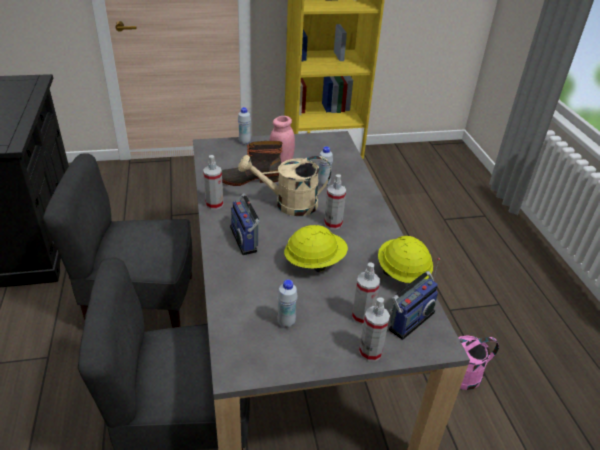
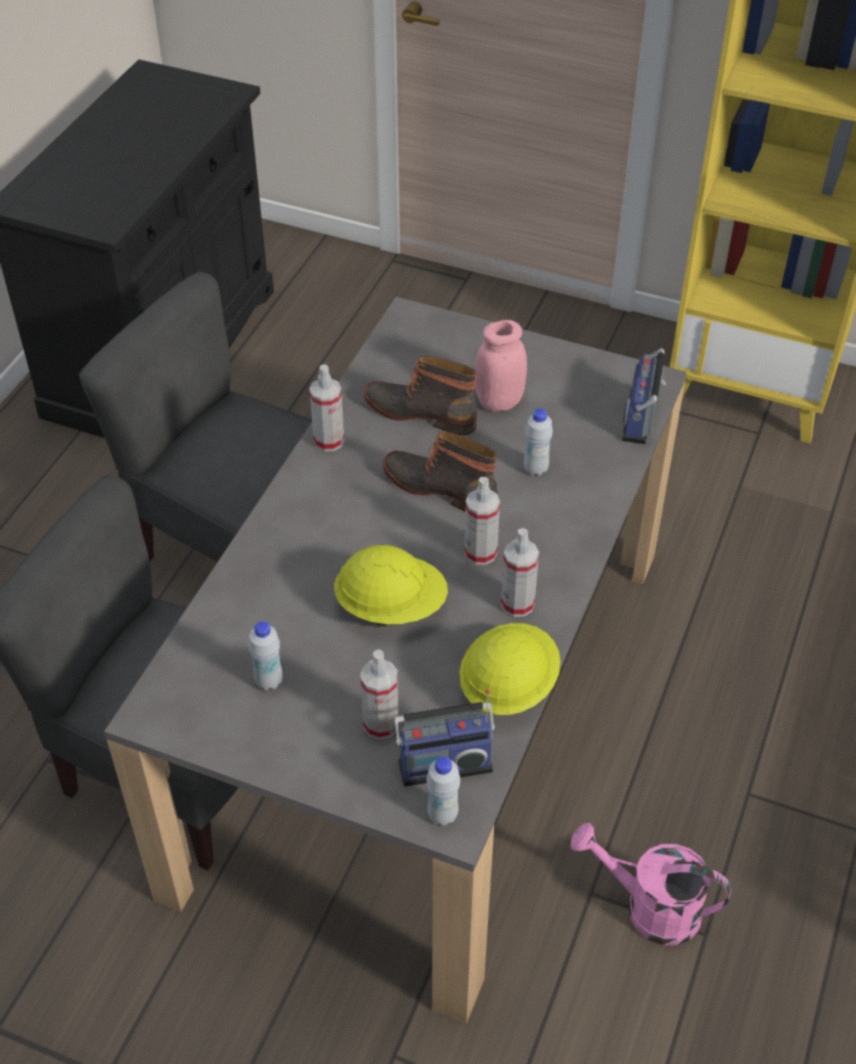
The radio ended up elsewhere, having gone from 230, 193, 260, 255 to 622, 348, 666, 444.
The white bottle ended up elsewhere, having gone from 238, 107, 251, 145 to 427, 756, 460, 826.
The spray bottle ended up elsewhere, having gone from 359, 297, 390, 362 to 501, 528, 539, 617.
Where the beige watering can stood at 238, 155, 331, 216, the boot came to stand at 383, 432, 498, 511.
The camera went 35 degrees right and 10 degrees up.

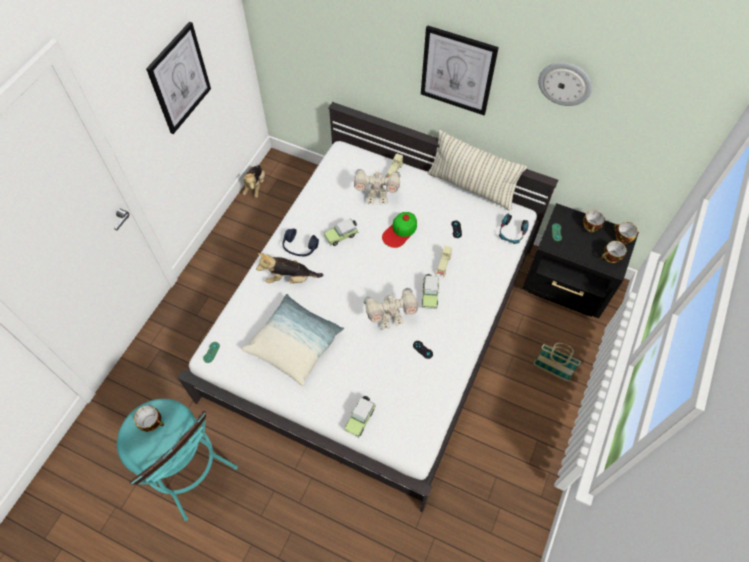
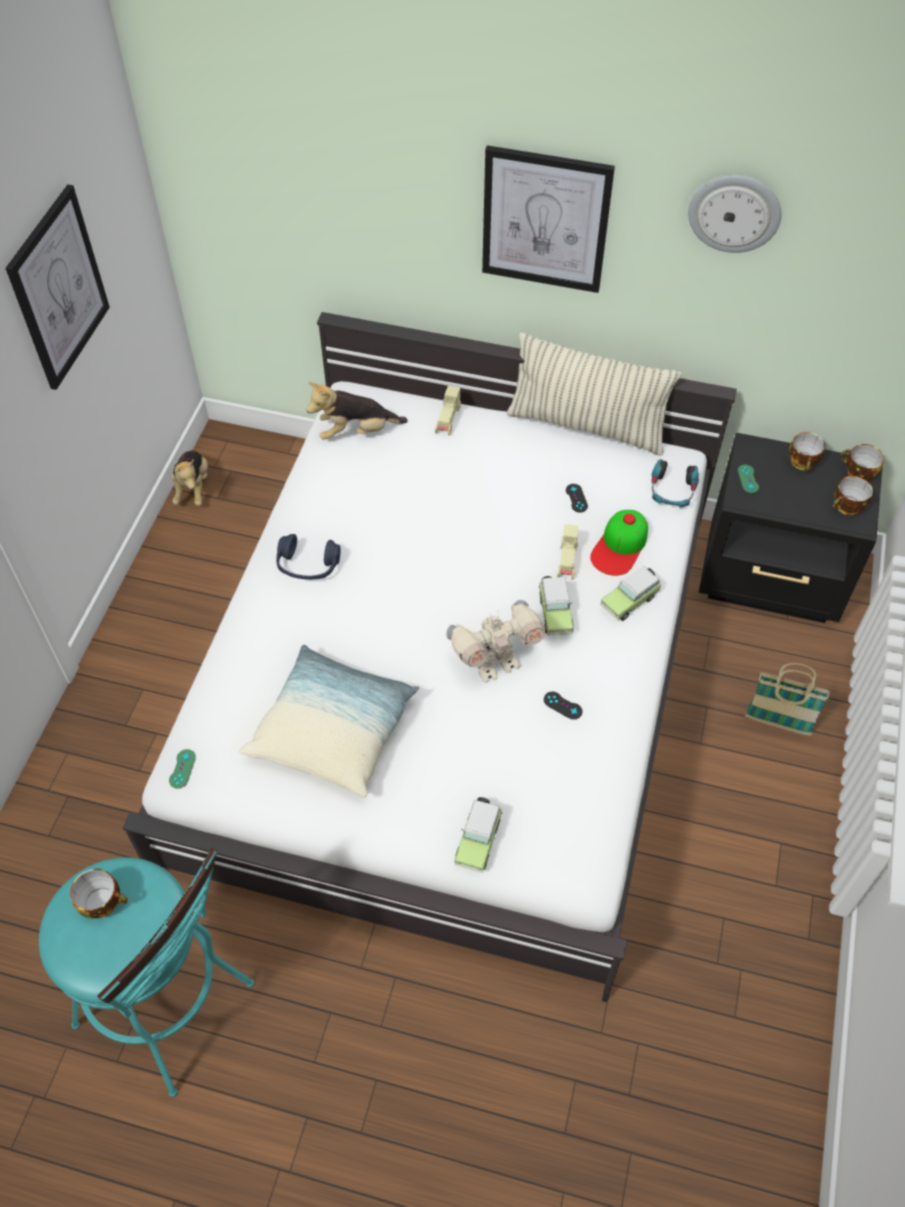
The second view lost the toy robot at 354, 168, 400, 204.
The plush toy ended up elsewhere, having gone from 256, 253, 323, 284 to 306, 382, 408, 440.
The toy car ended up elsewhere, having gone from 324, 218, 358, 246 to 600, 566, 661, 621.
The cap ended up elsewhere, having gone from 382, 212, 417, 248 to 590, 510, 648, 576.
The camera went 10 degrees left and 5 degrees down.

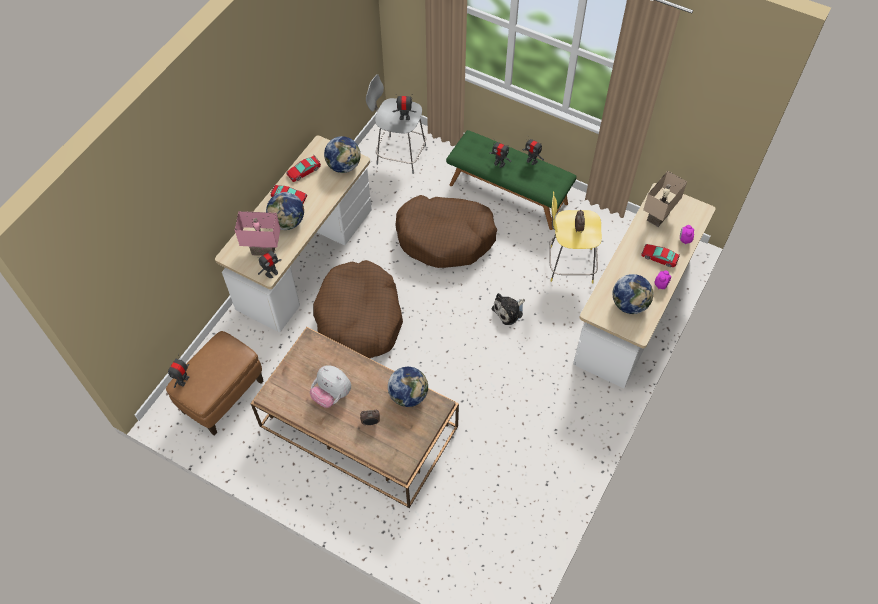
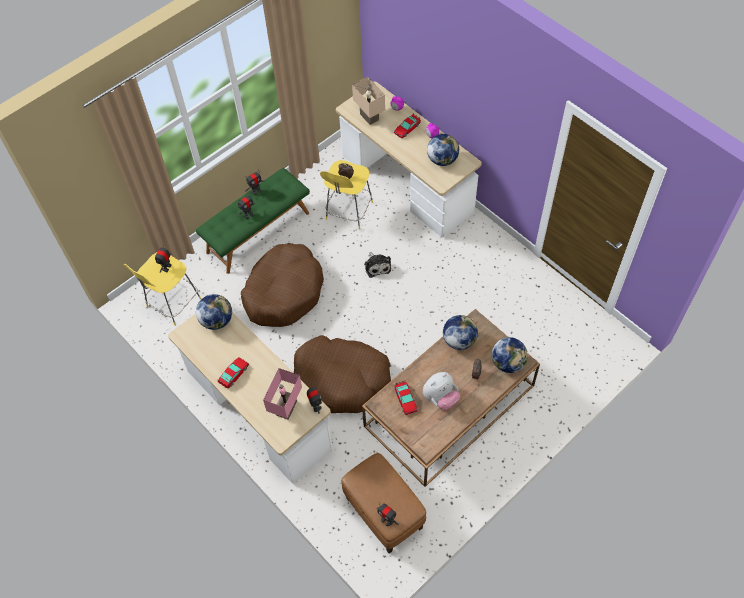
The globe ended up elsewhere, having gone from 266, 192, 304, 230 to 492, 337, 528, 373.
The toy car ended up elsewhere, having gone from 286, 156, 321, 182 to 395, 381, 417, 415.
What was the grey stool at 366, 74, 426, 174 turned into the yellow stool at 123, 252, 201, 326.
The camera went 70 degrees left and 0 degrees up.

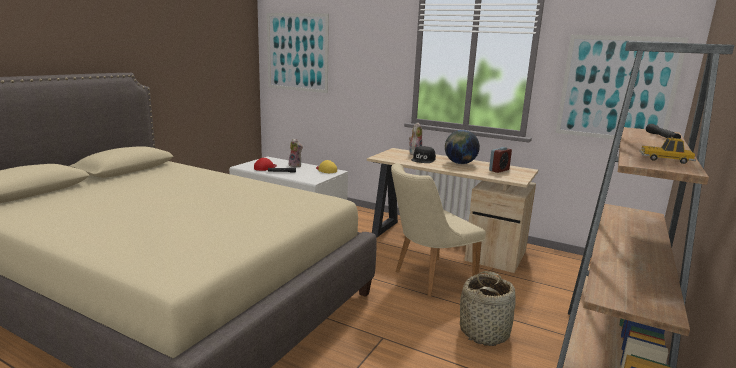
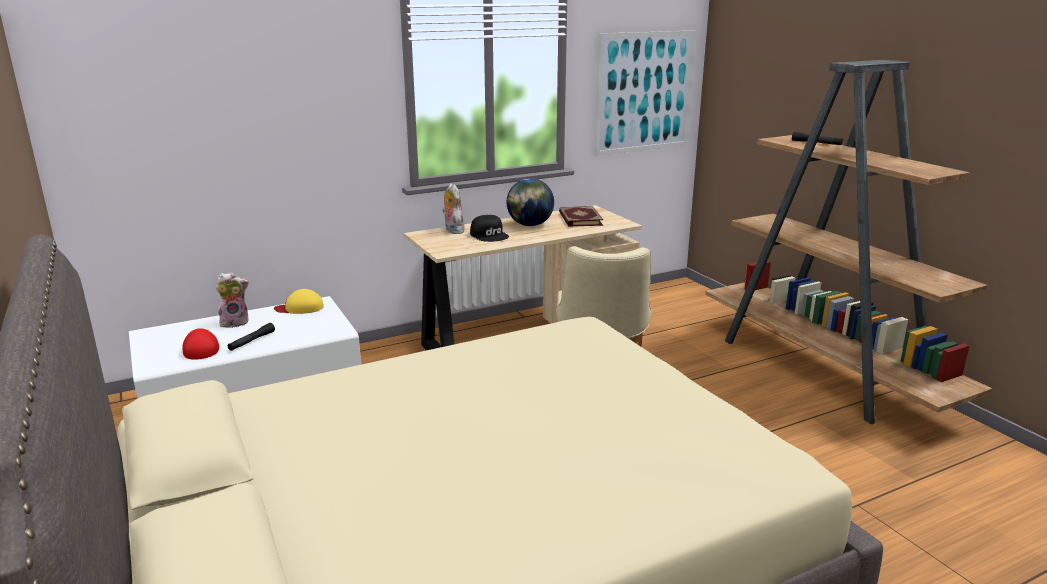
The second view lost the picture at 267, 13, 329, 93.
The second view lost the basket at 460, 271, 515, 346.
The second view lost the toy car at 639, 137, 696, 164.
Where the alarm clock stood at 489, 147, 512, 173, the book came to stand at 559, 206, 603, 227.
The camera went 55 degrees left and 5 degrees up.

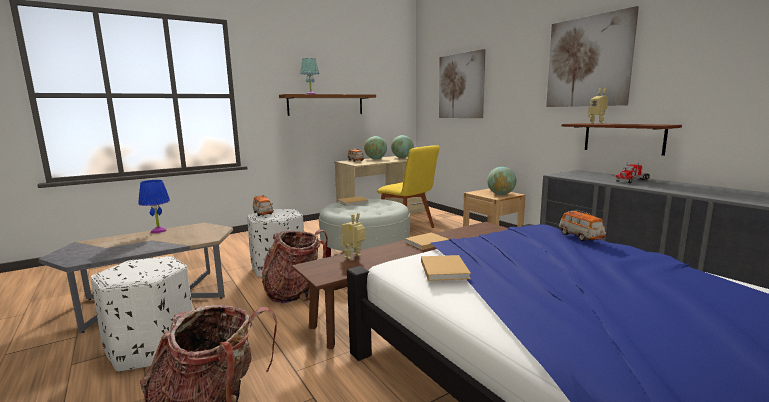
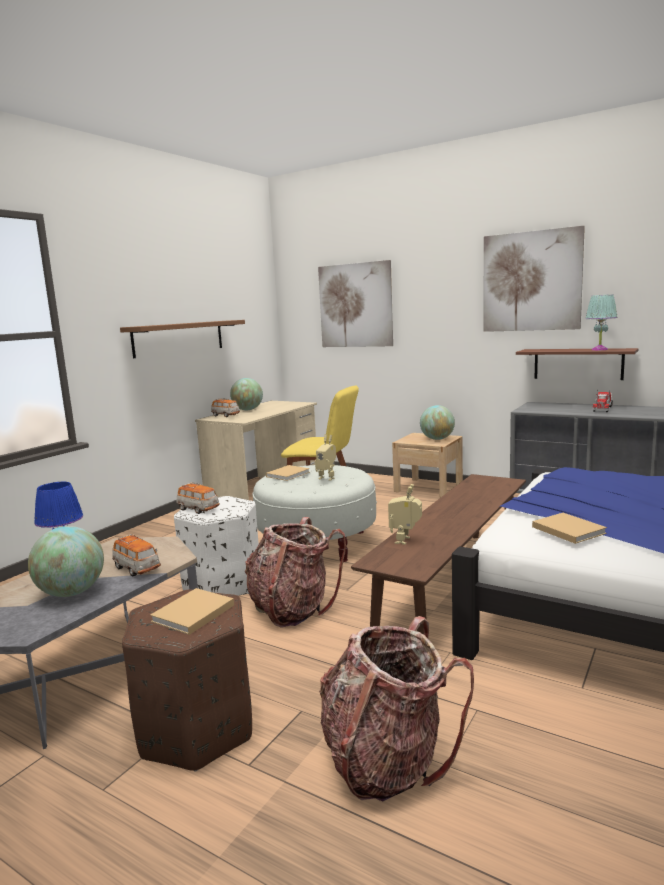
The turquoise table lamp ended up elsewhere, having gone from 300, 58, 319, 94 to 585, 294, 618, 350.
The globe ended up elsewhere, having gone from 391, 135, 414, 158 to 28, 526, 104, 597.
The beige book ended up elsewhere, having gone from 405, 233, 449, 250 to 150, 588, 234, 635.
The toy car ended up elsewhere, having gone from 559, 210, 606, 241 to 112, 534, 161, 576.
The toy robot ended up elsewhere, having gone from 588, 88, 608, 124 to 315, 434, 336, 481.
What was the white ottoman at 90, 256, 193, 372 turned into the brown ottoman at 122, 590, 252, 772.
The camera went 25 degrees left and 0 degrees up.

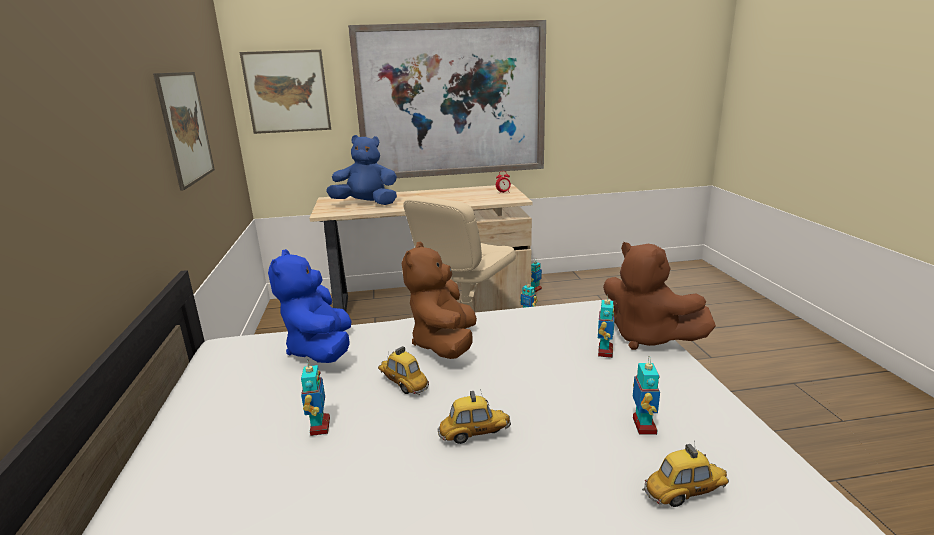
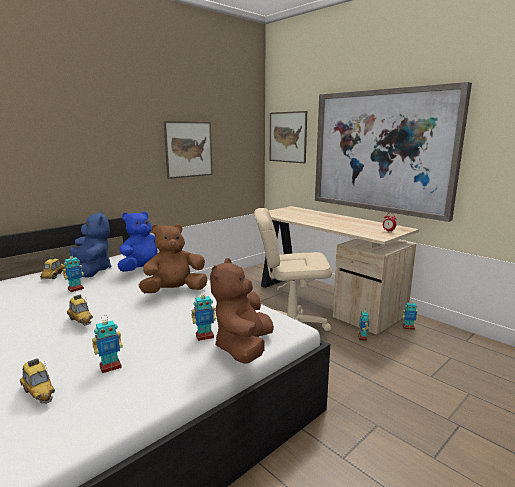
The blue plush toy ended up elsewhere, having gone from 326, 135, 397, 205 to 70, 211, 111, 278.
The toy car ended up elsewhere, having gone from 378, 346, 429, 396 to 40, 256, 65, 280.
The camera went 55 degrees right and 5 degrees down.

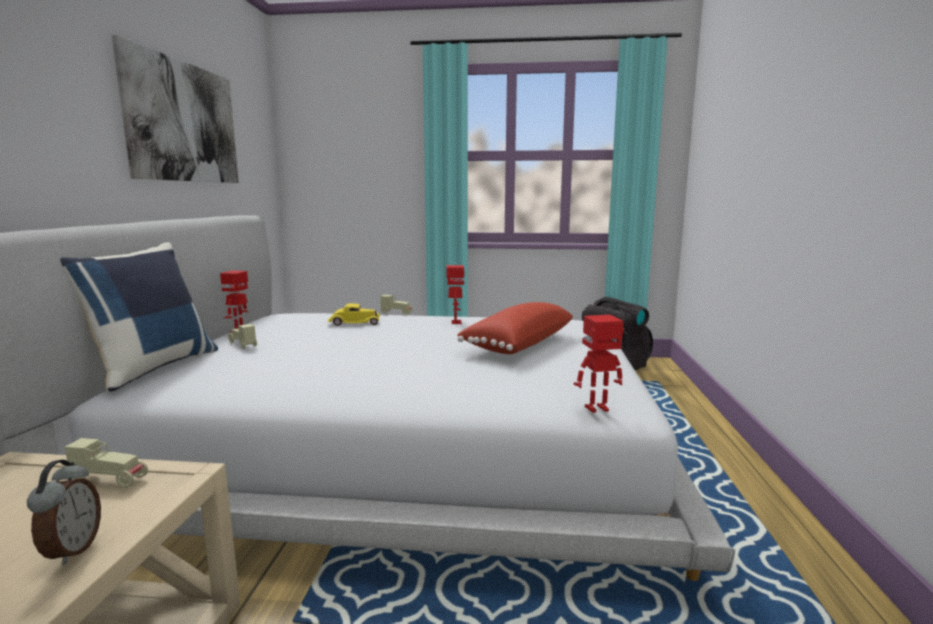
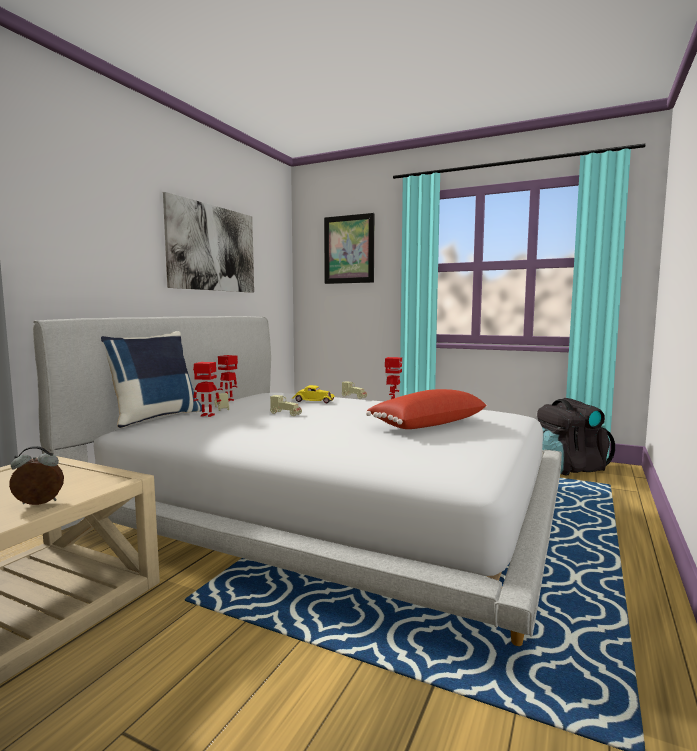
The second view gained the picture at 324, 213, 374, 284.
The beige toy car ended up elsewhere, having gone from 65, 438, 148, 488 to 270, 395, 302, 416.
The toy robot ended up elsewhere, having gone from 574, 315, 624, 413 to 193, 362, 221, 417.
The alarm clock at 27, 460, 101, 566 ended up facing another way, 120 degrees counterclockwise from before.
The camera went 20 degrees right and 5 degrees down.

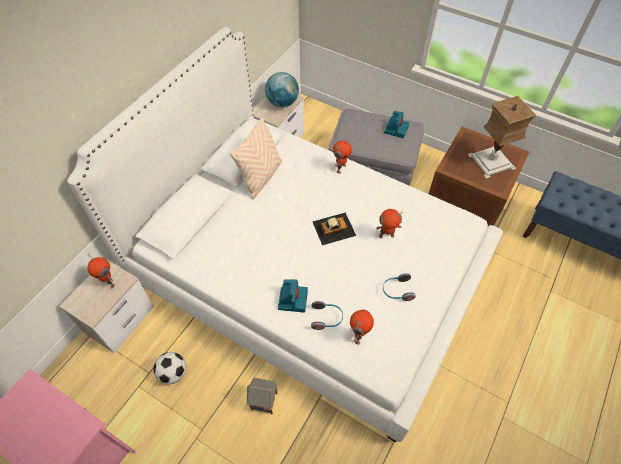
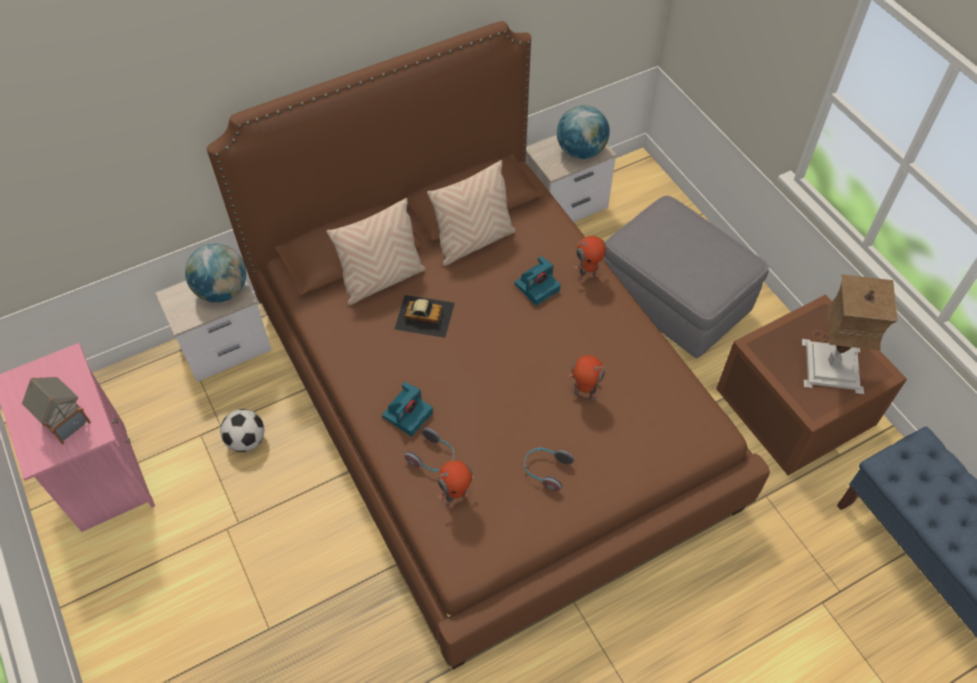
The second view gained the beige pillow at 326, 198, 426, 305.
The toy house ended up elsewhere, having gone from 246, 378, 278, 415 to 22, 377, 91, 445.
The toy car ended up elsewhere, having gone from 313, 213, 356, 245 to 394, 295, 455, 338.
The photo camera ended up elsewhere, having gone from 384, 111, 409, 138 to 514, 256, 561, 306.
Where the toy robot stood at 87, 254, 115, 289, the globe came to stand at 185, 244, 246, 303.
What was the white bed at 67, 27, 503, 442 turned into the brown bed at 207, 21, 770, 670.
The camera went 30 degrees right and 0 degrees up.

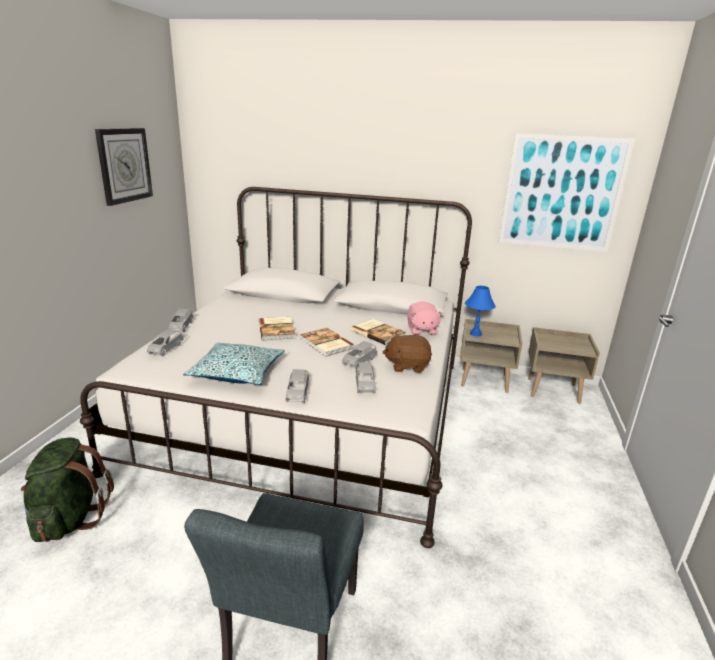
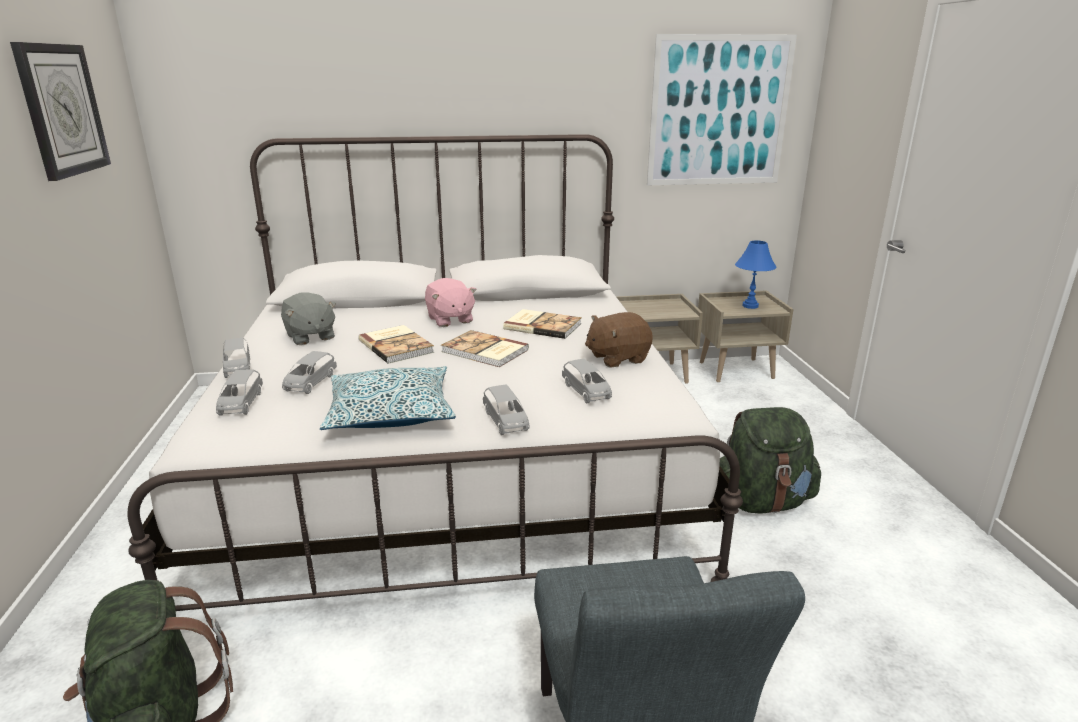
The second view gained the grey plush toy at 281, 292, 336, 345.
The second view gained the green backpack at 719, 407, 821, 514.
The grey toy car ended up elsewhere, having gone from 342, 341, 377, 369 to 282, 351, 337, 394.
The pink plush toy ended up elsewhere, having gone from 407, 301, 443, 335 to 425, 278, 477, 327.
The blue table lamp ended up elsewhere, having gone from 465, 286, 496, 336 to 735, 240, 777, 309.
The camera went 20 degrees left and 0 degrees up.

